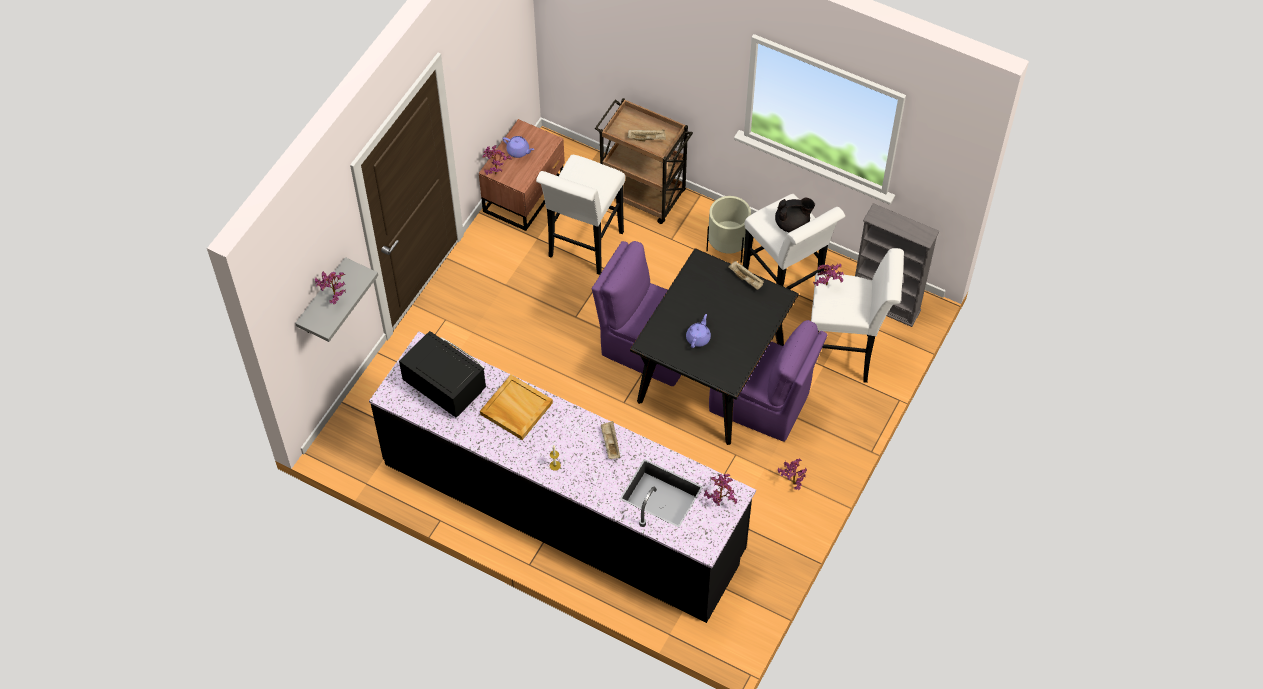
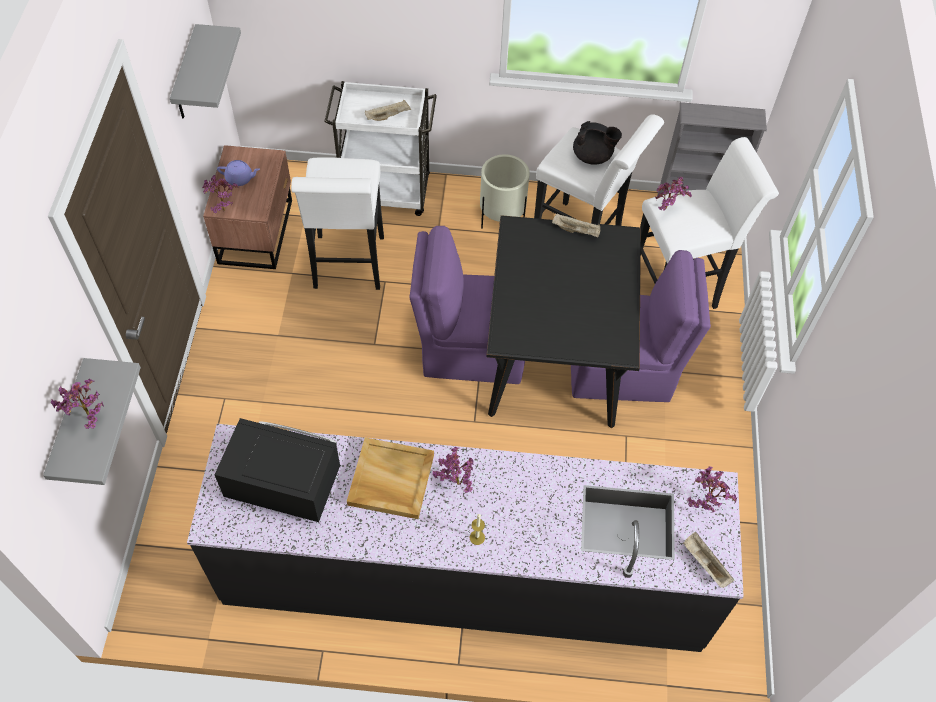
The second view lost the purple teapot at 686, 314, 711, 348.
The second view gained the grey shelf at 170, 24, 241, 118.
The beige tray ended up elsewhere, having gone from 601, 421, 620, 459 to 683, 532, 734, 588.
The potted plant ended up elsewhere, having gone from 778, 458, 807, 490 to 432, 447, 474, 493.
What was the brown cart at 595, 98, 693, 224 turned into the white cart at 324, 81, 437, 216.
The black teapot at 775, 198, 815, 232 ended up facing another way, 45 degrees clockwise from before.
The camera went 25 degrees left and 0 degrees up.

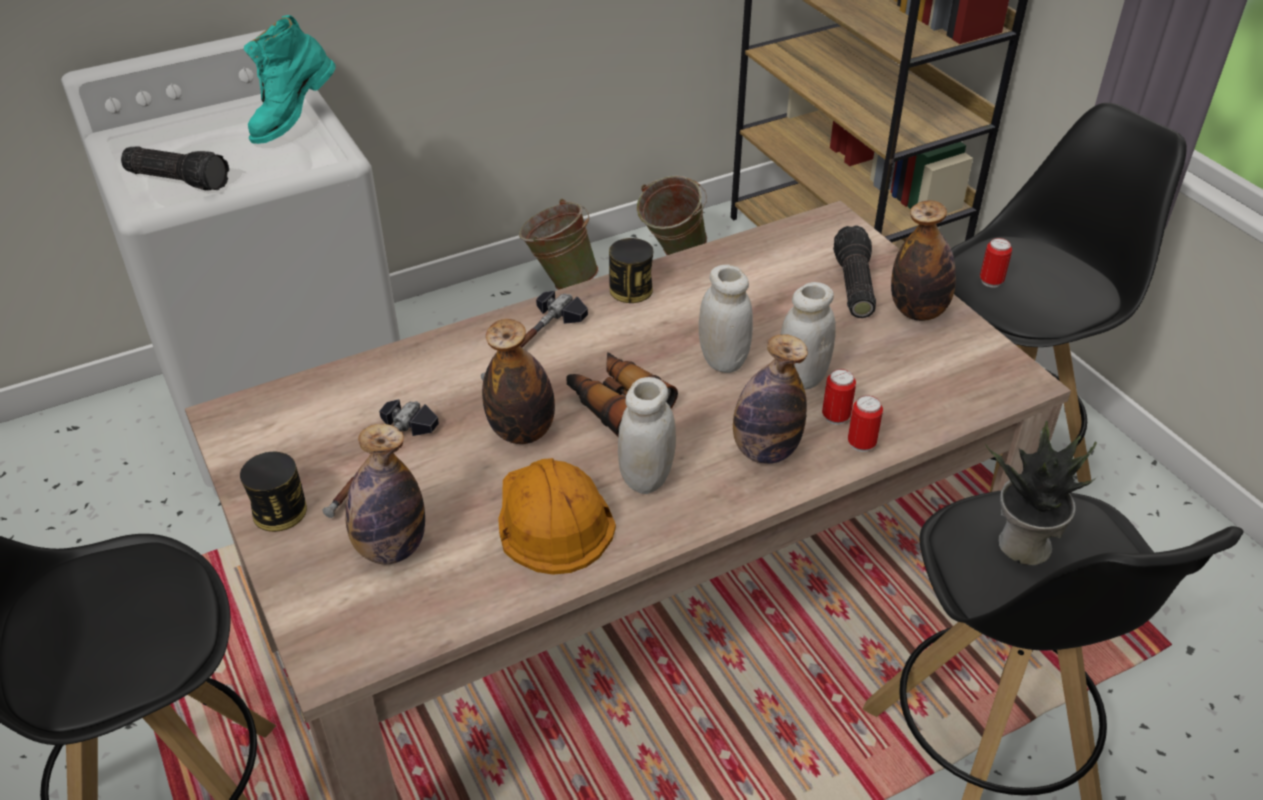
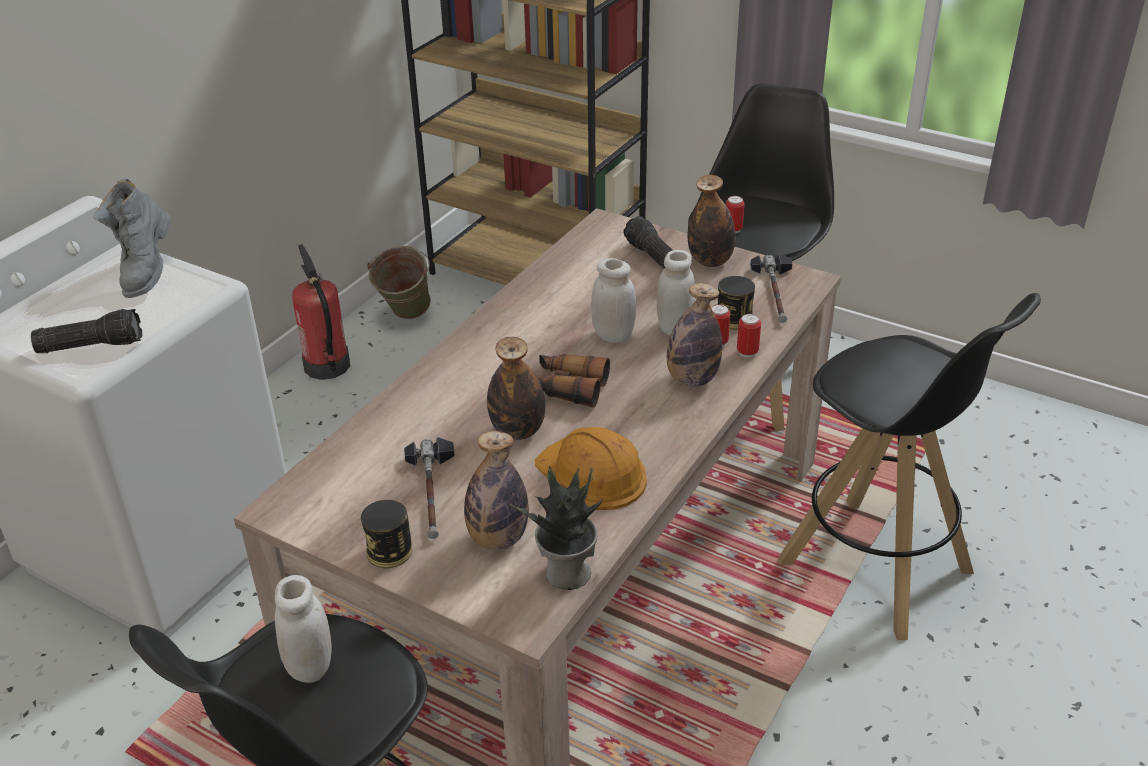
The hammer ended up elsewhere, having gone from 481, 291, 588, 380 to 750, 253, 792, 323.
The can ended up elsewhere, having gone from 609, 238, 653, 303 to 718, 276, 755, 329.
The white jar ended up elsewhere, having gone from 618, 377, 676, 494 to 275, 575, 332, 683.
The potted plant ended up elsewhere, having gone from 985, 421, 1097, 565 to 508, 466, 605, 590.
Where the green bucket stood at 519, 199, 599, 290, the fire extinguisher came to stand at 292, 244, 350, 380.
What was the turquoise boot at 244, 15, 335, 144 turned into the grey boot at 94, 179, 171, 298.
The camera went 30 degrees left and 5 degrees down.

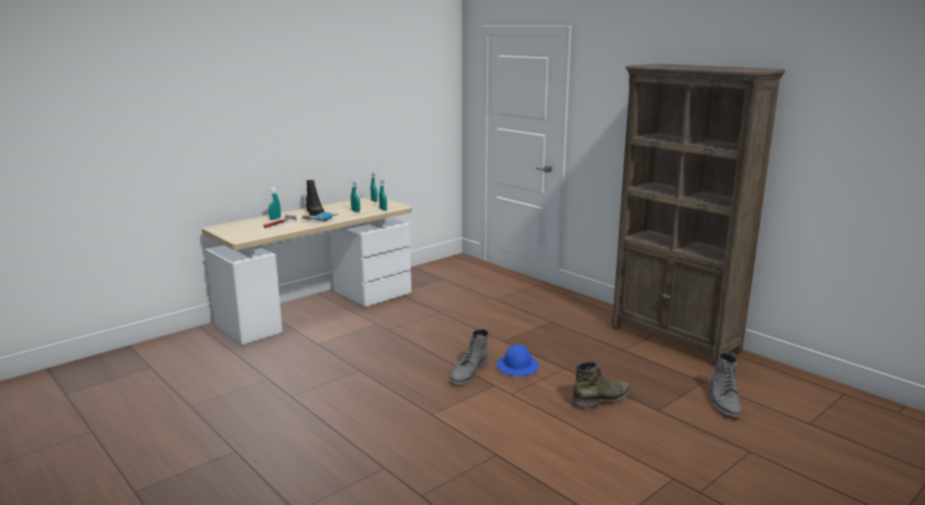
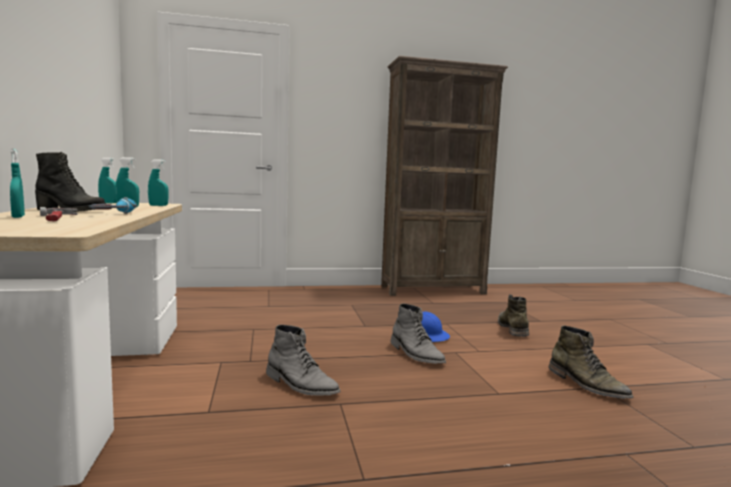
The second view gained the green boot at 549, 326, 633, 399.
The grey boot ended up elsewhere, having gone from 709, 352, 742, 418 to 266, 324, 340, 396.
The camera went 60 degrees left and 10 degrees down.

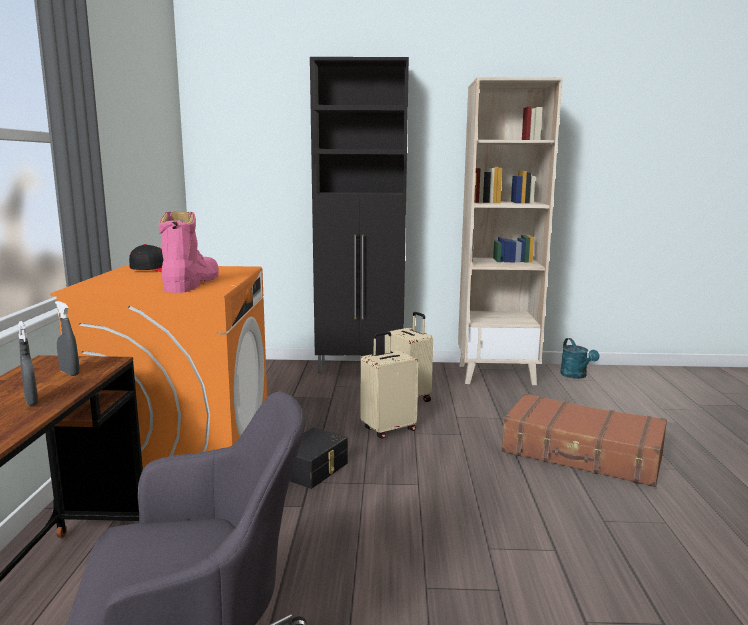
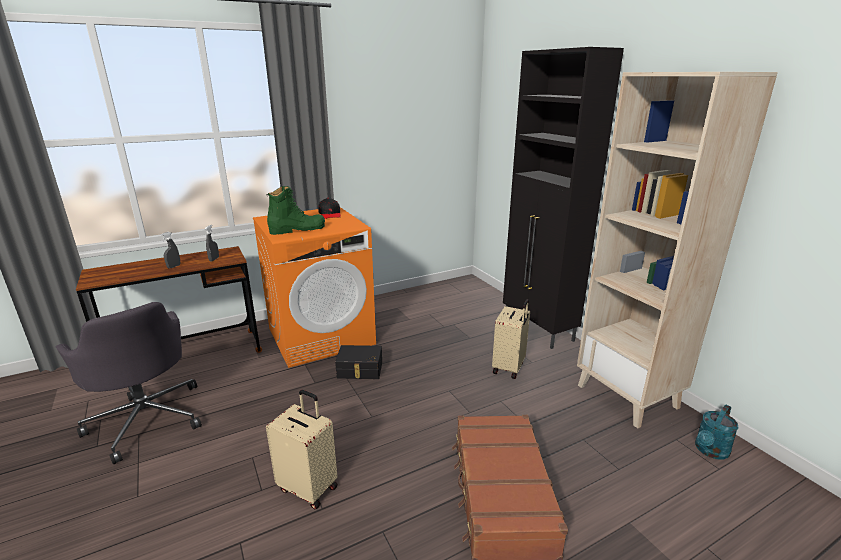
The beige suitcase ended up elsewhere, having gone from 361, 331, 418, 439 to 266, 390, 338, 510.
What was the pink boot at 158, 212, 219, 293 turned into the green boot at 266, 186, 325, 235.
The camera went 60 degrees right and 10 degrees up.

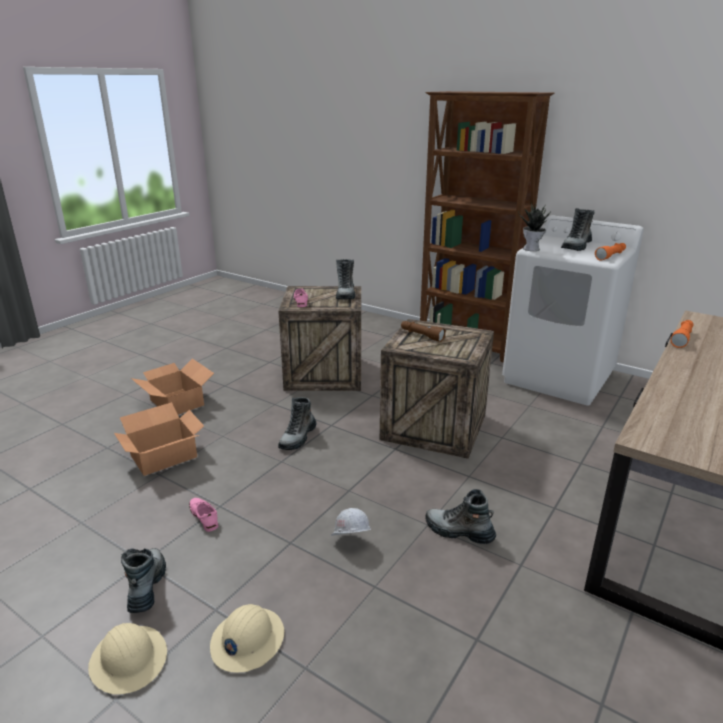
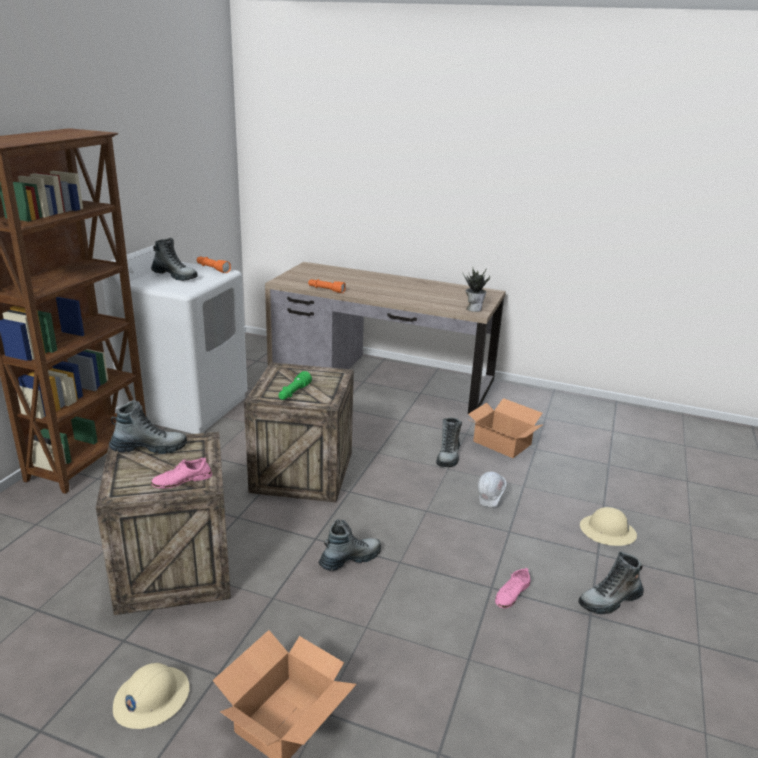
The beige hard hat ended up elsewhere, having gone from 88, 623, 167, 695 to 113, 663, 190, 729.
The cardboard box ended up elsewhere, having gone from 114, 402, 204, 476 to 469, 398, 544, 458.
The potted plant ended up elsewhere, having gone from 518, 202, 551, 251 to 463, 269, 491, 312.
What was the brown flashlight at 401, 321, 446, 342 turned into the green flashlight at 279, 371, 312, 400.
The boot at 278, 397, 317, 450 ended up facing another way, 45 degrees counterclockwise from before.
The camera went 105 degrees left and 0 degrees up.

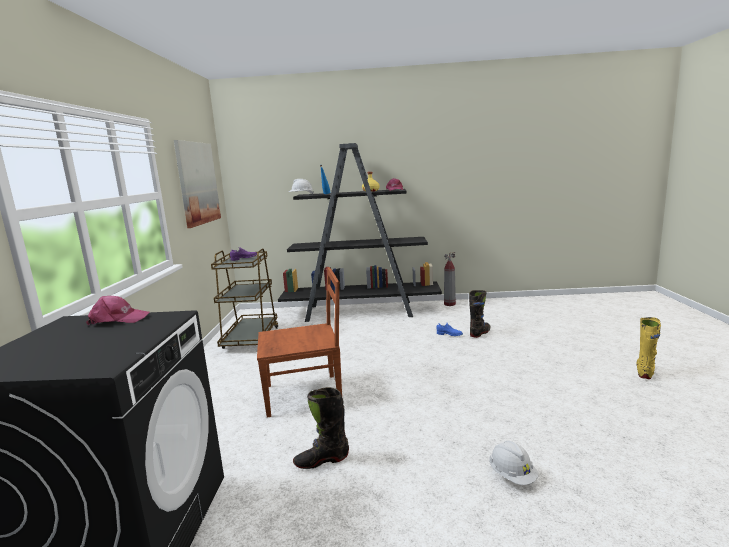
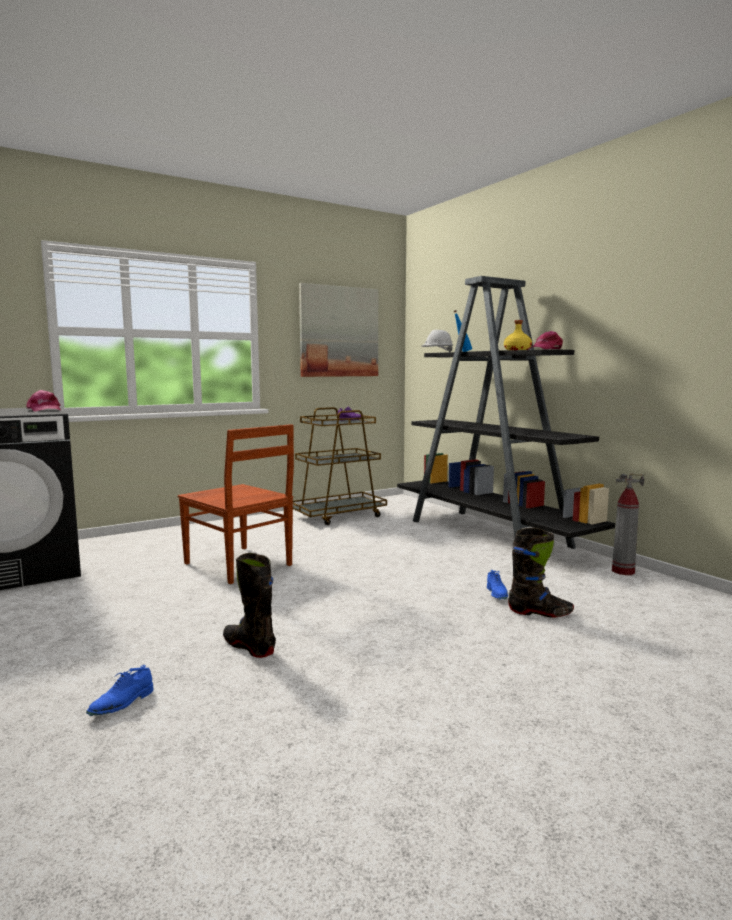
The second view lost the yellow boot at 637, 317, 661, 379.
The black boot ended up elsewhere, having gone from 293, 387, 349, 469 to 223, 553, 276, 658.
Where the white hard hat stood at 489, 441, 539, 485, the blue shoe came to stand at 86, 665, 153, 716.
The camera went 55 degrees right and 5 degrees down.

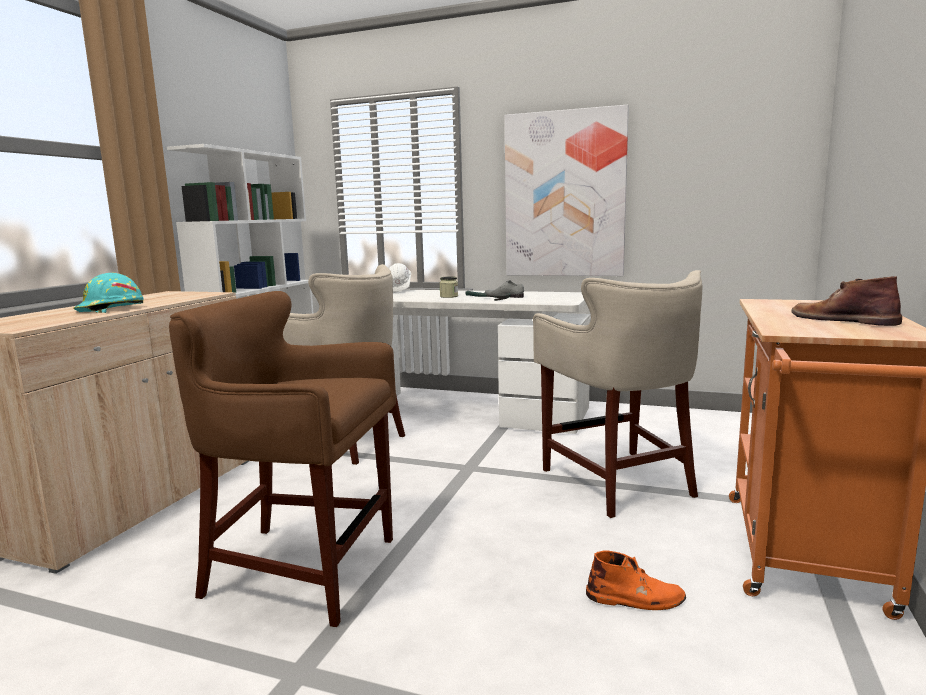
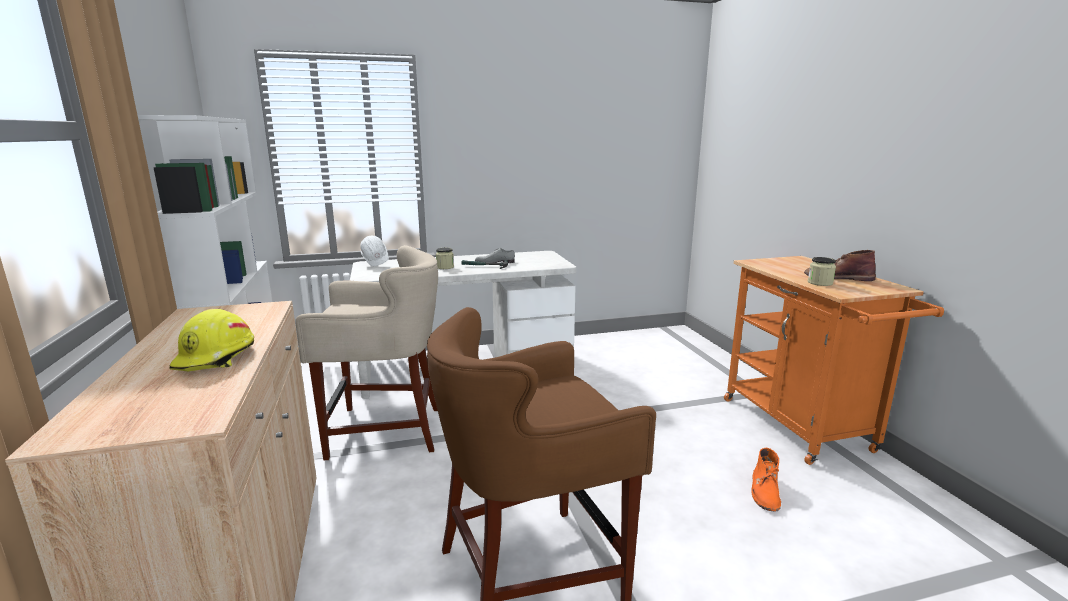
The second view lost the picture at 505, 105, 629, 276.
The second view lost the beige stool at 533, 270, 702, 518.
The second view gained the jar at 808, 257, 836, 286.
What was the turquoise hard hat at 73, 273, 144, 313 turned into the yellow hard hat at 169, 309, 254, 372.
The orange boot at 586, 551, 686, 610 ended up facing another way, 135 degrees clockwise from before.
The camera went 35 degrees left and 5 degrees up.

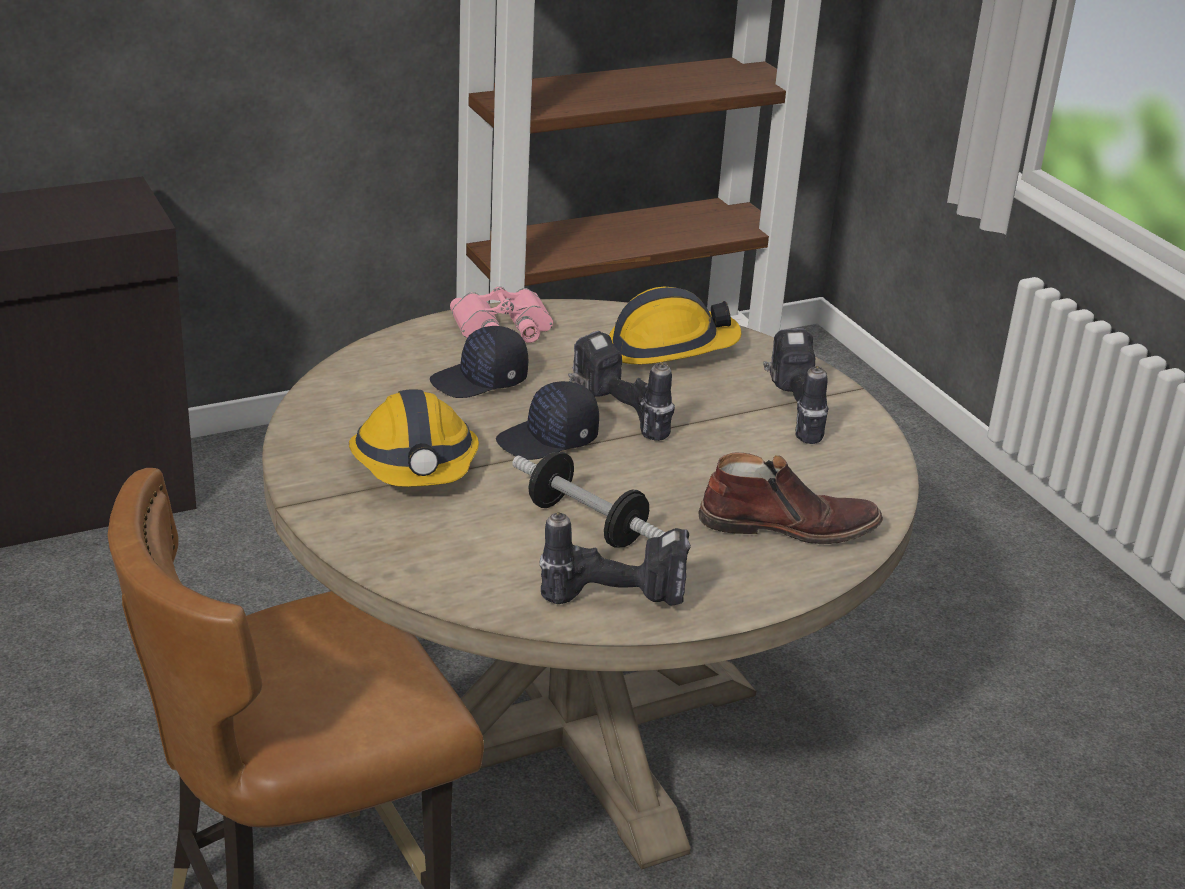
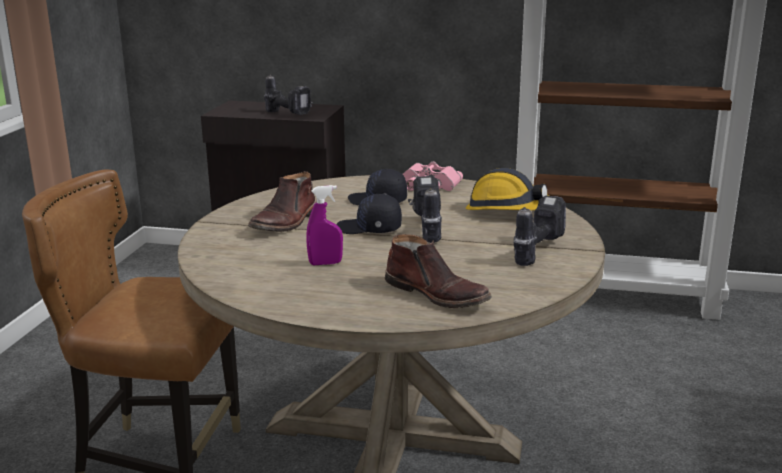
The power drill ended up elsewhere, having gone from 539, 512, 691, 605 to 264, 75, 313, 115.
Where the hard hat stood at 349, 389, 479, 487, the brown boot came to stand at 248, 171, 317, 232.
Where the dumbbell stood at 512, 452, 666, 548, the purple spray bottle came to stand at 306, 185, 343, 265.
The camera went 40 degrees right and 10 degrees down.

